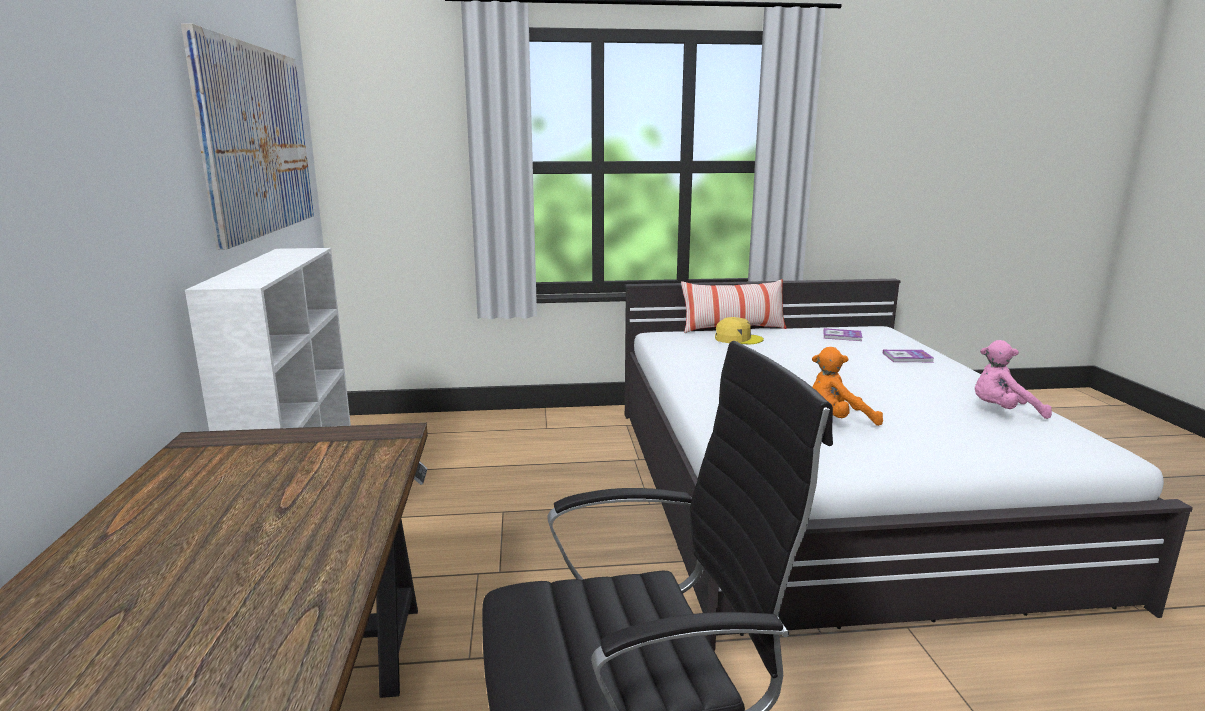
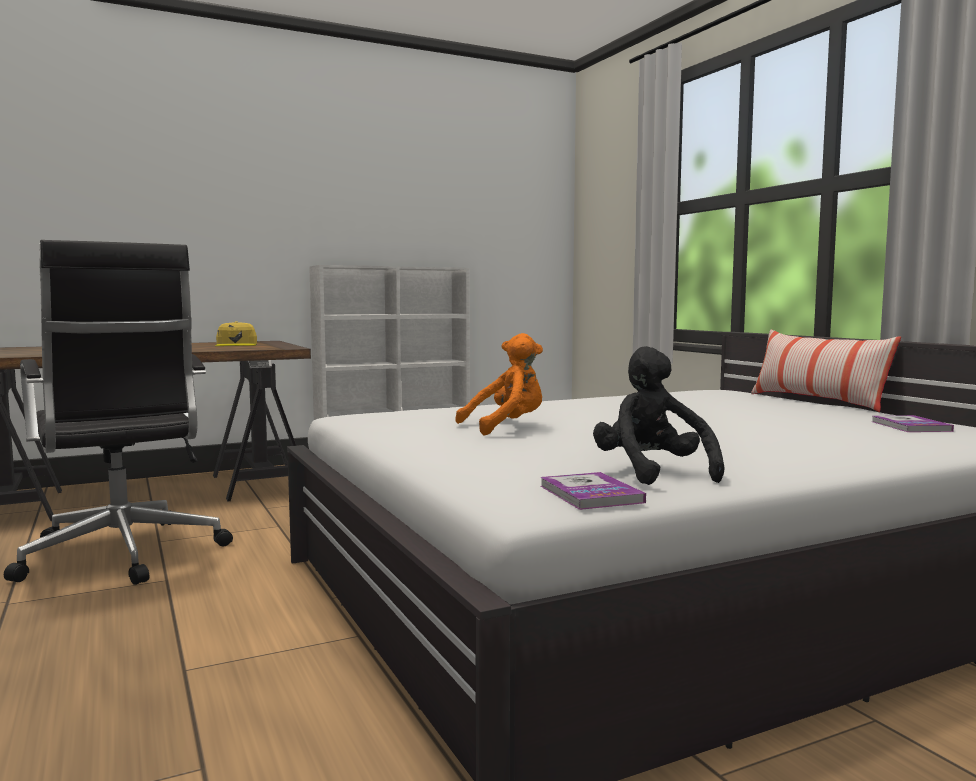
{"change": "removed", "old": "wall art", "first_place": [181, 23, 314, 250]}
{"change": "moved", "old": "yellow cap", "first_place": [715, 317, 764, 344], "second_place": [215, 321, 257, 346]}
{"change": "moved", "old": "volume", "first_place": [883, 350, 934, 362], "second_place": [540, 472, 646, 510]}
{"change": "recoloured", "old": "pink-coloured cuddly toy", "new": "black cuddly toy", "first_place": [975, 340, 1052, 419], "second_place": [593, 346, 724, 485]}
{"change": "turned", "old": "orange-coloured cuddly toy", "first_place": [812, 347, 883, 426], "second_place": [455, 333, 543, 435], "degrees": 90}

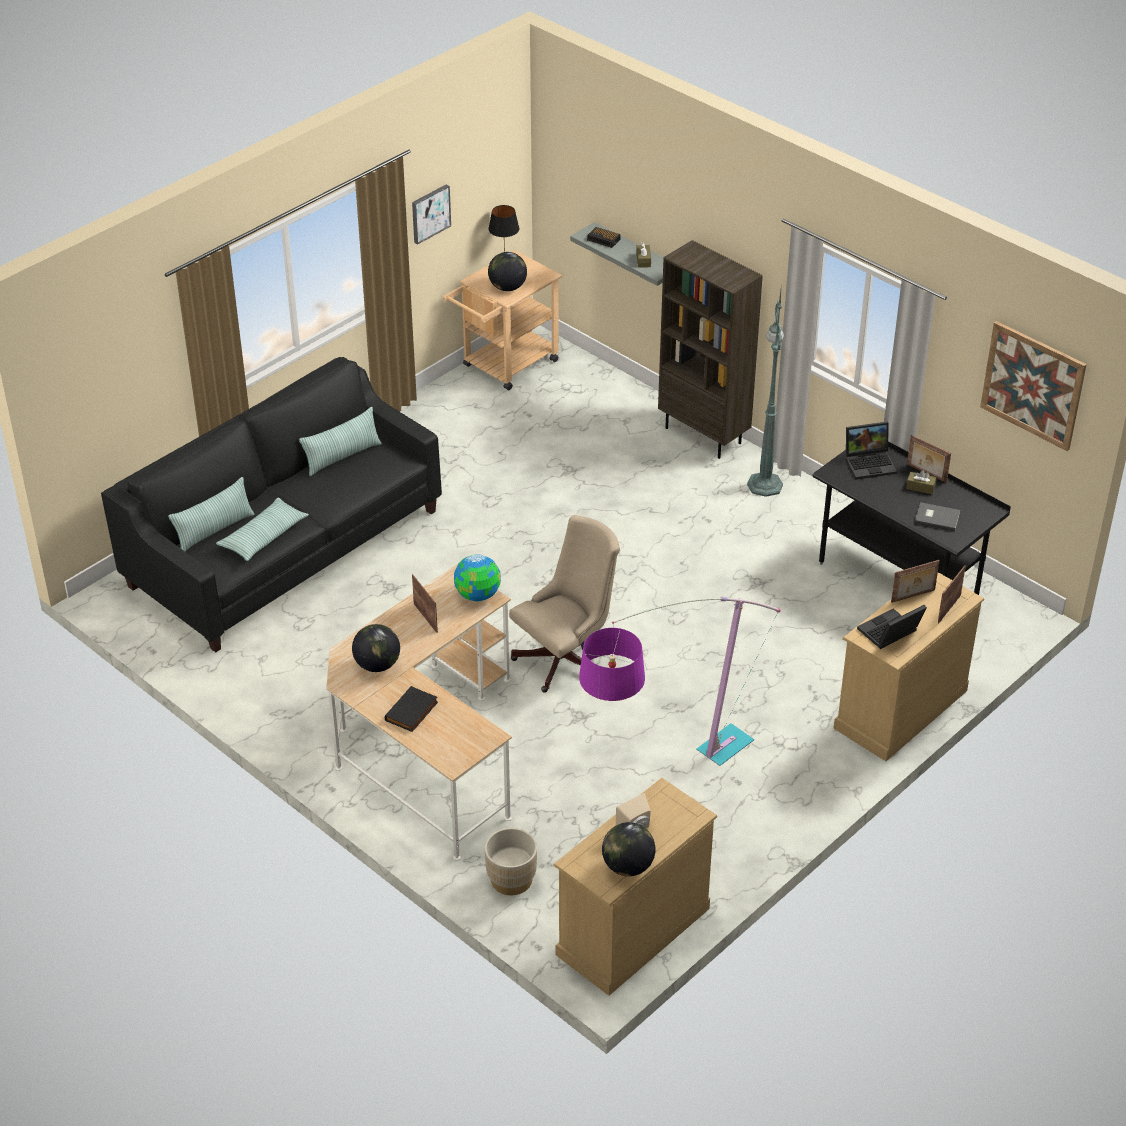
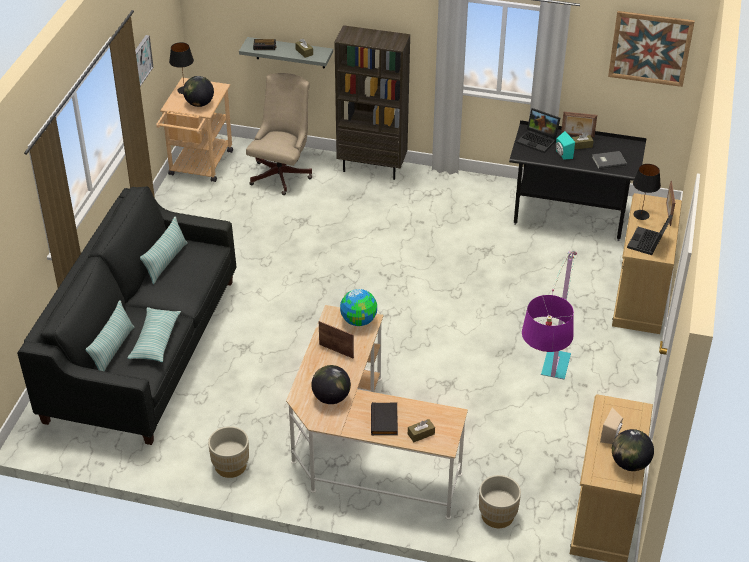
{"change": "removed", "old": "greenish standard lamp", "first_place": [747, 290, 784, 497]}
{"change": "added", "new": "sand-coloured flower pot", "second_place": [208, 426, 249, 478]}
{"change": "added", "new": "brown-coloured box of tissues", "second_place": [408, 419, 435, 442]}
{"change": "added", "new": "turquoise loudspeaker", "second_place": [556, 131, 575, 160]}
{"change": "moved", "old": "sand-coloured desk chair", "first_place": [509, 515, 620, 693], "second_place": [246, 73, 312, 195]}
{"change": "replaced", "old": "standing frame", "new": "black lamp for a table", "first_place": [891, 560, 940, 603], "second_place": [633, 164, 661, 220]}
{"change": "turned", "old": "portable computer", "first_place": [845, 422, 897, 479], "second_place": [517, 108, 560, 153], "degrees": 75}

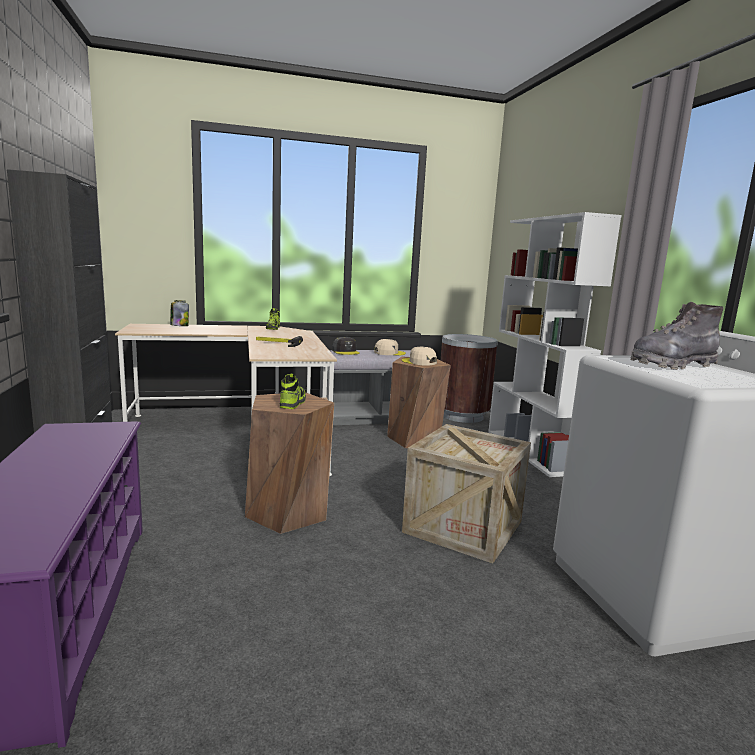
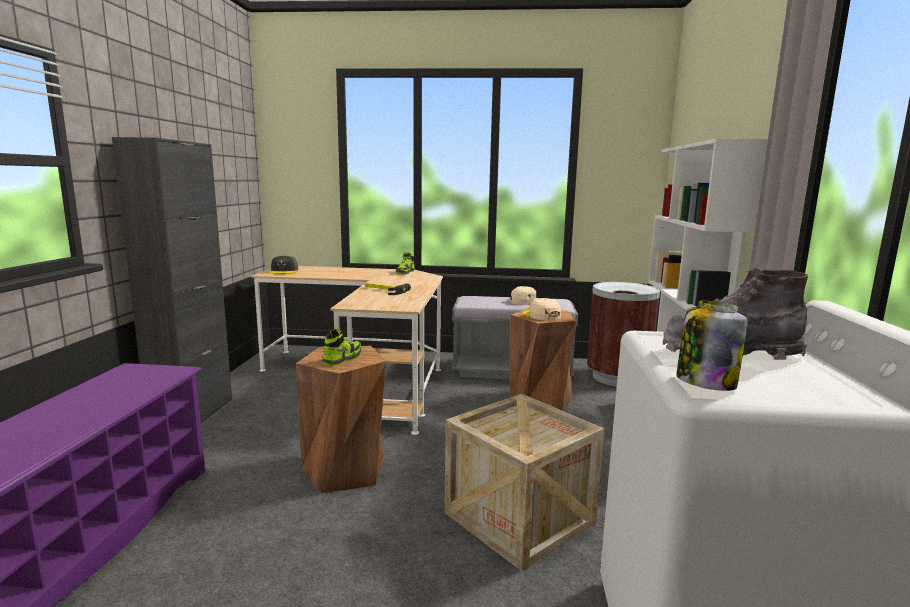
{"change": "moved", "old": "jar", "first_place": [170, 300, 189, 326], "second_place": [676, 300, 747, 391]}
{"change": "moved", "old": "greyish cap", "first_place": [332, 337, 360, 355], "second_place": [269, 255, 298, 274]}

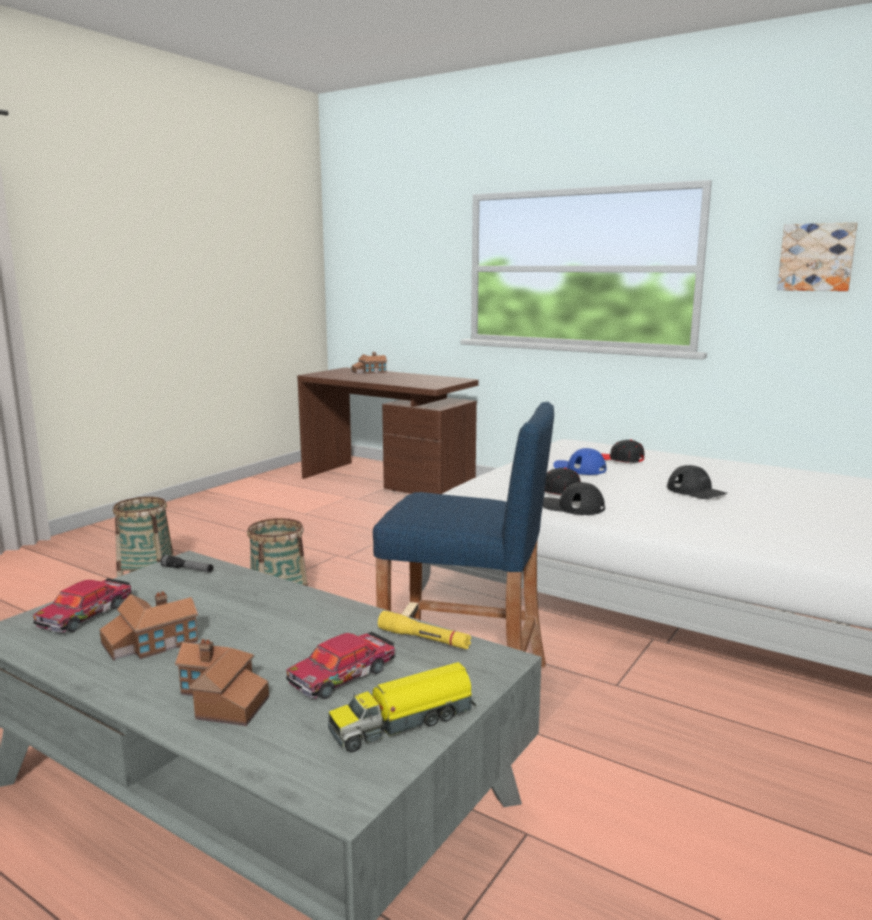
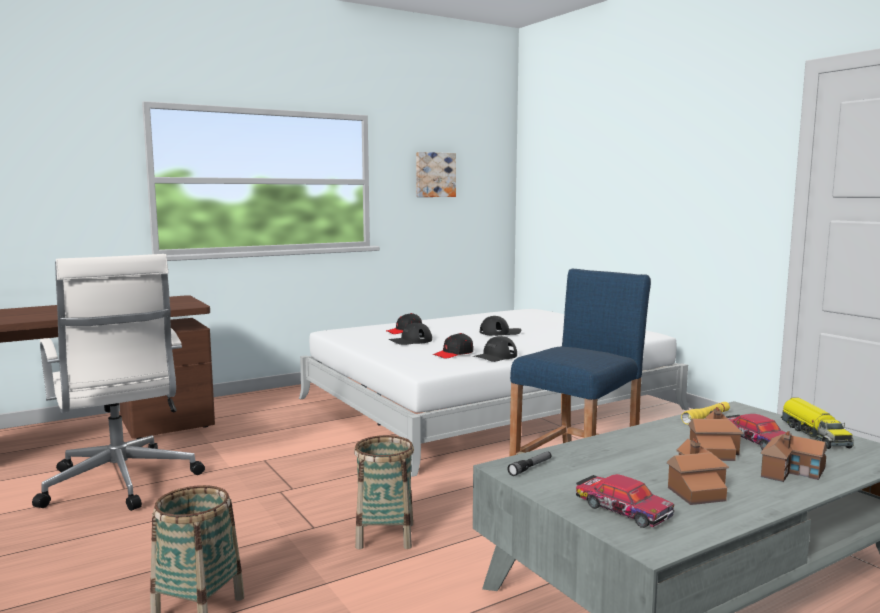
{"change": "added", "new": "white-coloured desk chair", "second_place": [32, 254, 205, 511]}
{"change": "moved", "old": "miniature house", "first_place": [351, 352, 387, 374], "second_place": [689, 407, 743, 461]}
{"change": "recoloured", "old": "blue cap", "new": "black cap", "first_place": [553, 448, 606, 475], "second_place": [389, 323, 432, 345]}

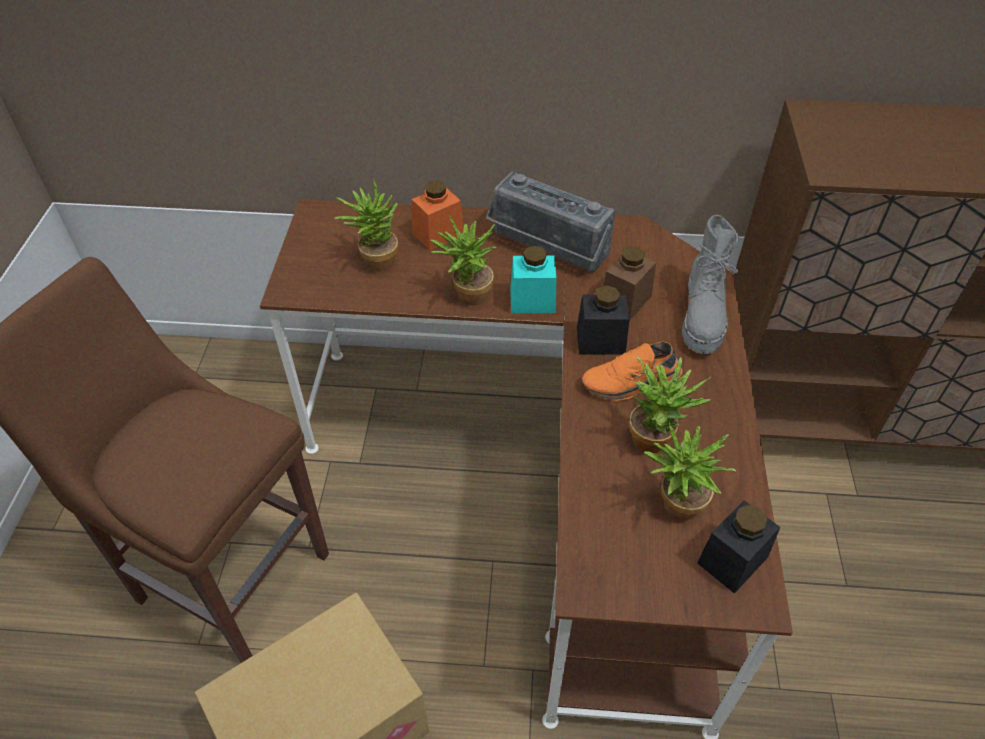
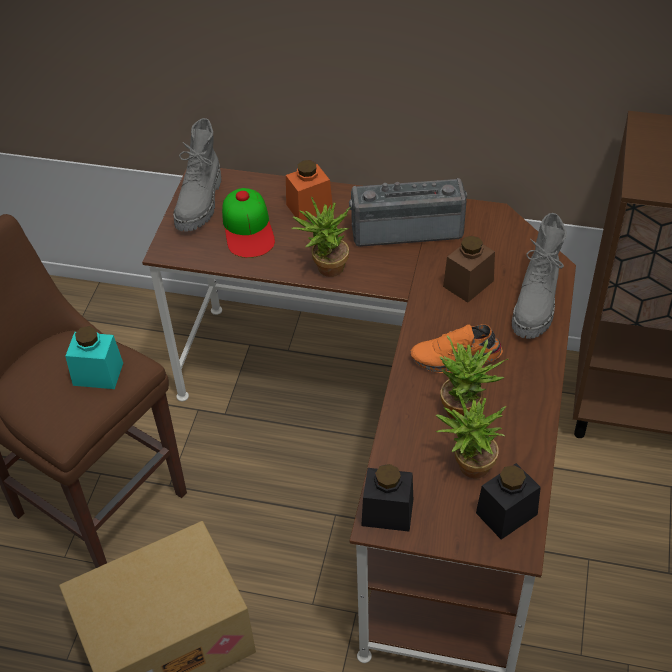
{"change": "added", "new": "greyish high-top boot", "second_place": [173, 118, 221, 232]}
{"change": "moved", "old": "turquoise jar", "first_place": [510, 246, 557, 313], "second_place": [65, 326, 123, 389]}
{"change": "moved", "old": "black jar", "first_place": [577, 285, 630, 355], "second_place": [361, 464, 413, 532]}
{"change": "replaced", "old": "plant in a pot", "new": "cap", "first_place": [334, 179, 398, 272], "second_place": [222, 188, 275, 258]}
{"change": "turned", "old": "radio set", "first_place": [486, 172, 615, 273], "second_place": [349, 178, 467, 247], "degrees": 135}

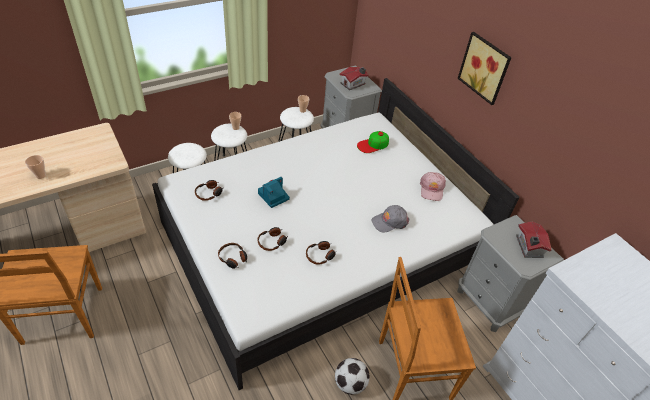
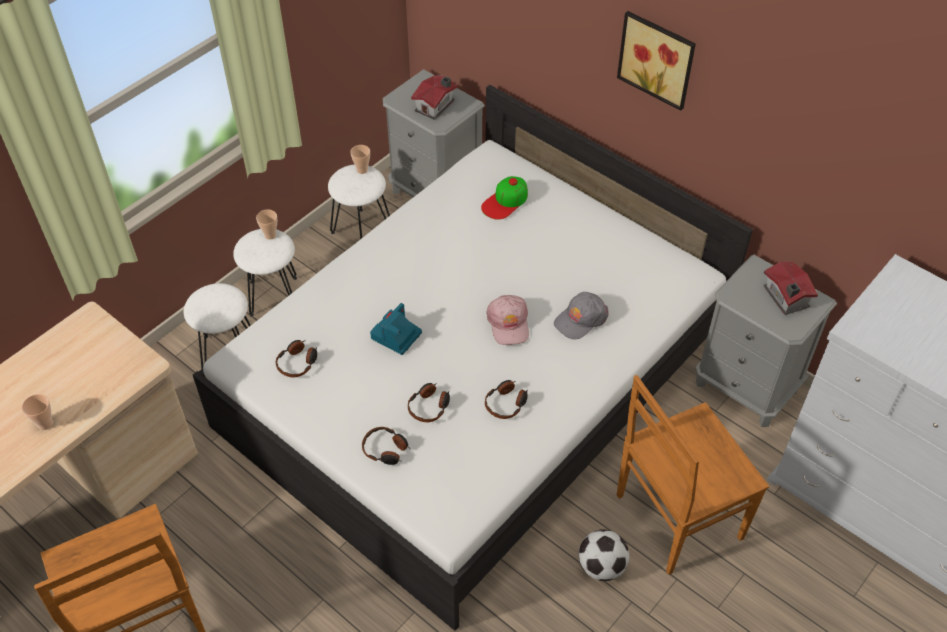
{"change": "moved", "old": "pink-coloured cap", "first_place": [420, 172, 446, 201], "second_place": [486, 295, 529, 345]}

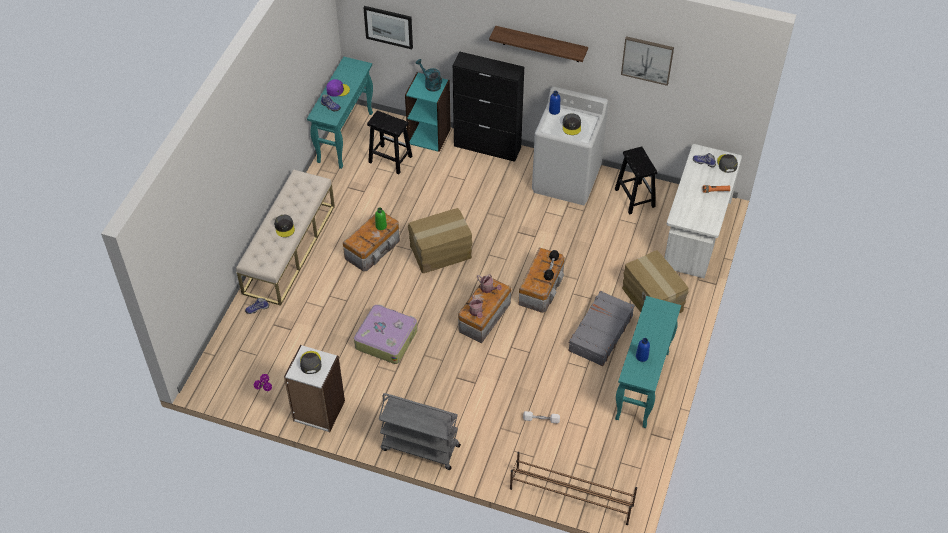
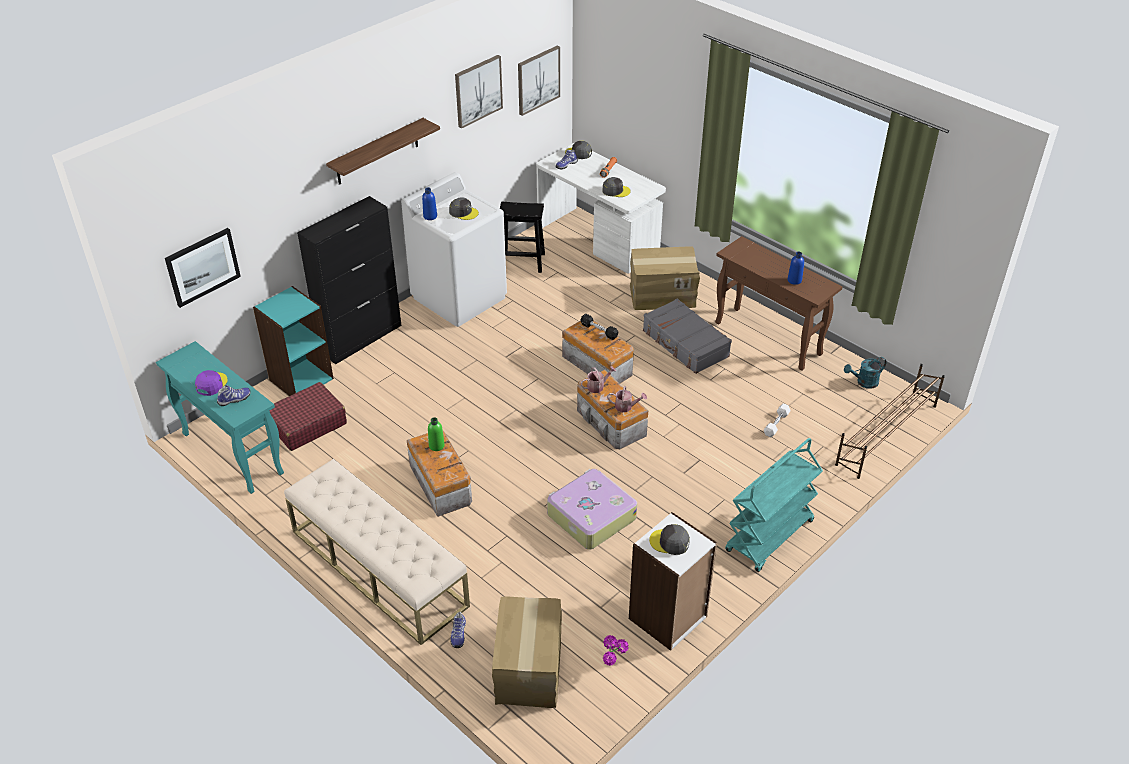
{"change": "added", "new": "wall art", "second_place": [518, 46, 560, 116]}
{"change": "moved", "old": "greyish cap", "first_place": [274, 215, 295, 237], "second_place": [602, 177, 631, 197]}
{"change": "moved", "old": "carton", "first_place": [408, 208, 473, 273], "second_place": [492, 596, 562, 708]}
{"change": "moved", "old": "turquoise watering pot", "first_place": [416, 59, 442, 92], "second_place": [844, 357, 887, 389]}
{"change": "replaced", "old": "black stool seat", "new": "red piece of luggage", "first_place": [367, 111, 412, 174], "second_place": [270, 382, 347, 451]}
{"change": "recoloured", "old": "greyish wheeled cart", "new": "turquoise wheeled cart", "first_place": [379, 393, 461, 470], "second_place": [725, 438, 823, 572]}
{"change": "recoloured", "old": "turquoise hall table", "new": "brown-coloured hall table", "first_place": [615, 296, 681, 428], "second_place": [715, 236, 842, 371]}

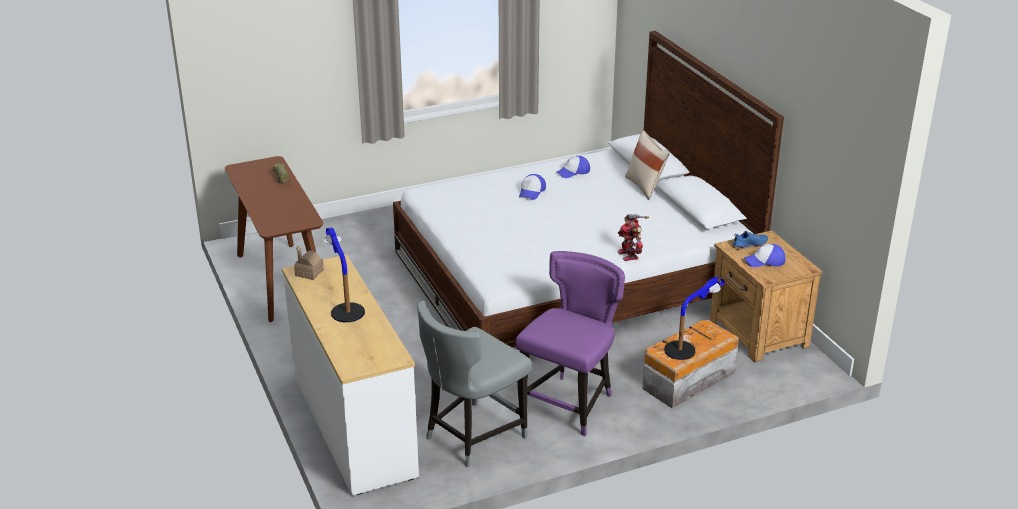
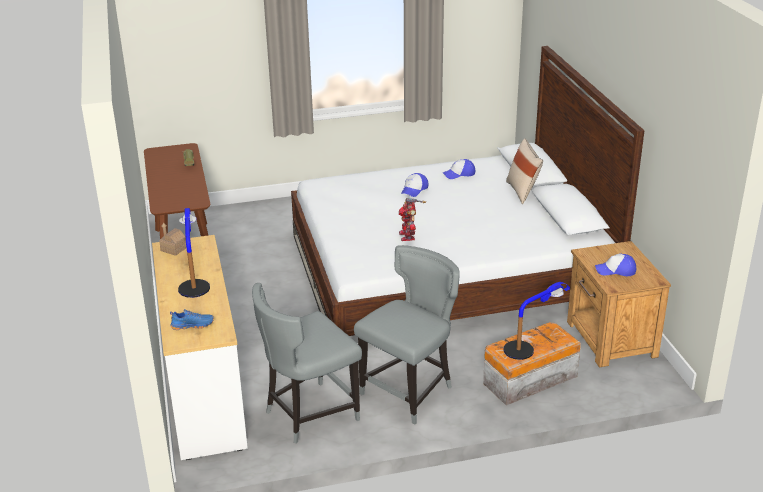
{"change": "moved", "old": "robot figure", "first_place": [618, 214, 649, 261], "second_place": [399, 198, 426, 241]}
{"change": "moved", "old": "blue item of footwear", "first_place": [732, 231, 768, 250], "second_place": [170, 309, 214, 330]}
{"change": "recoloured", "old": "purplish plain chair", "new": "greyish plain chair", "first_place": [516, 251, 625, 436], "second_place": [354, 245, 460, 425]}

